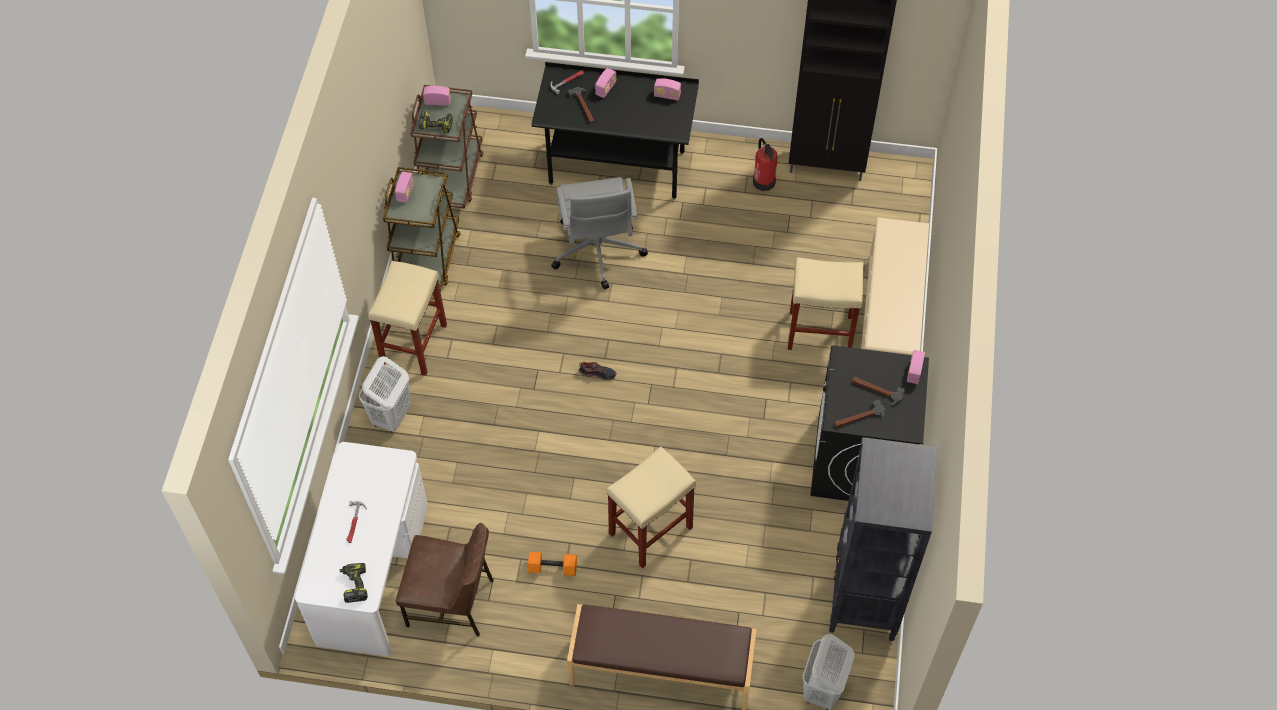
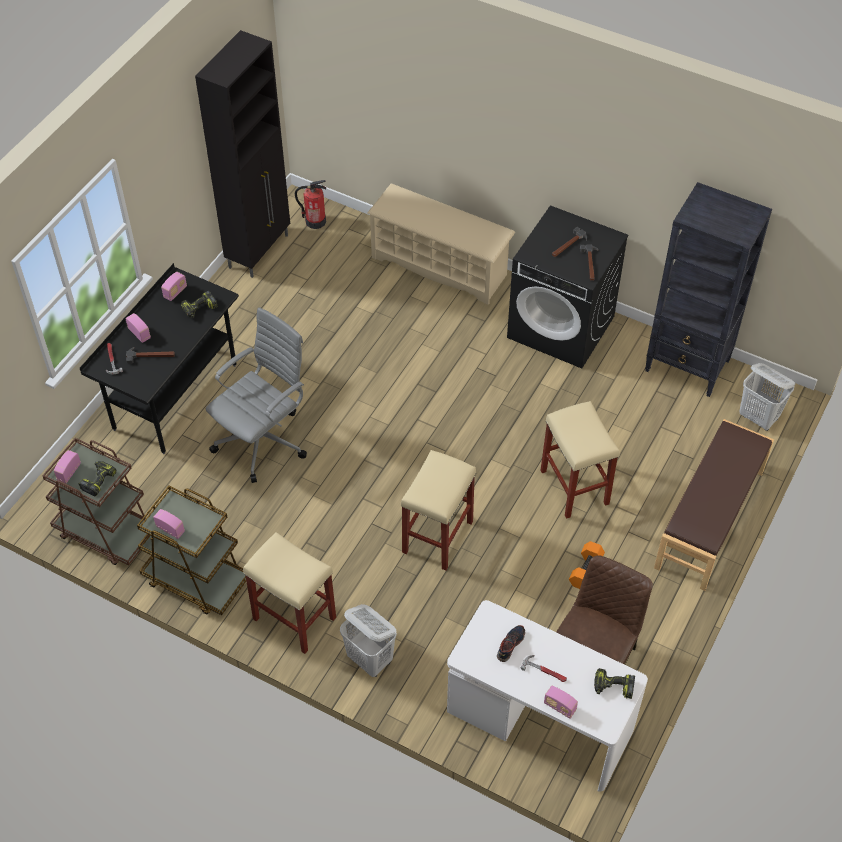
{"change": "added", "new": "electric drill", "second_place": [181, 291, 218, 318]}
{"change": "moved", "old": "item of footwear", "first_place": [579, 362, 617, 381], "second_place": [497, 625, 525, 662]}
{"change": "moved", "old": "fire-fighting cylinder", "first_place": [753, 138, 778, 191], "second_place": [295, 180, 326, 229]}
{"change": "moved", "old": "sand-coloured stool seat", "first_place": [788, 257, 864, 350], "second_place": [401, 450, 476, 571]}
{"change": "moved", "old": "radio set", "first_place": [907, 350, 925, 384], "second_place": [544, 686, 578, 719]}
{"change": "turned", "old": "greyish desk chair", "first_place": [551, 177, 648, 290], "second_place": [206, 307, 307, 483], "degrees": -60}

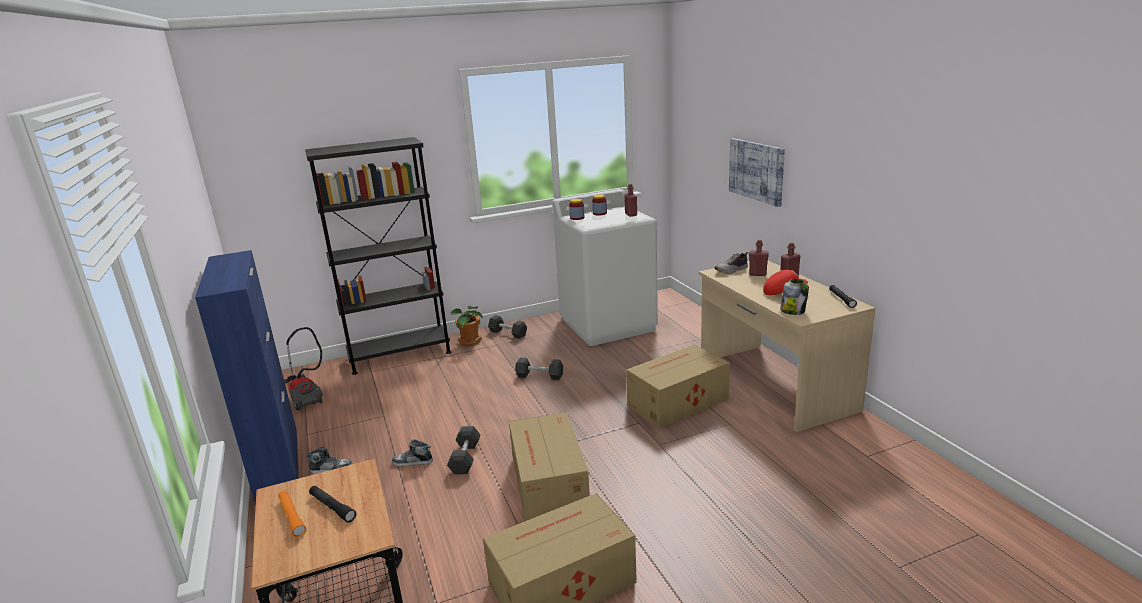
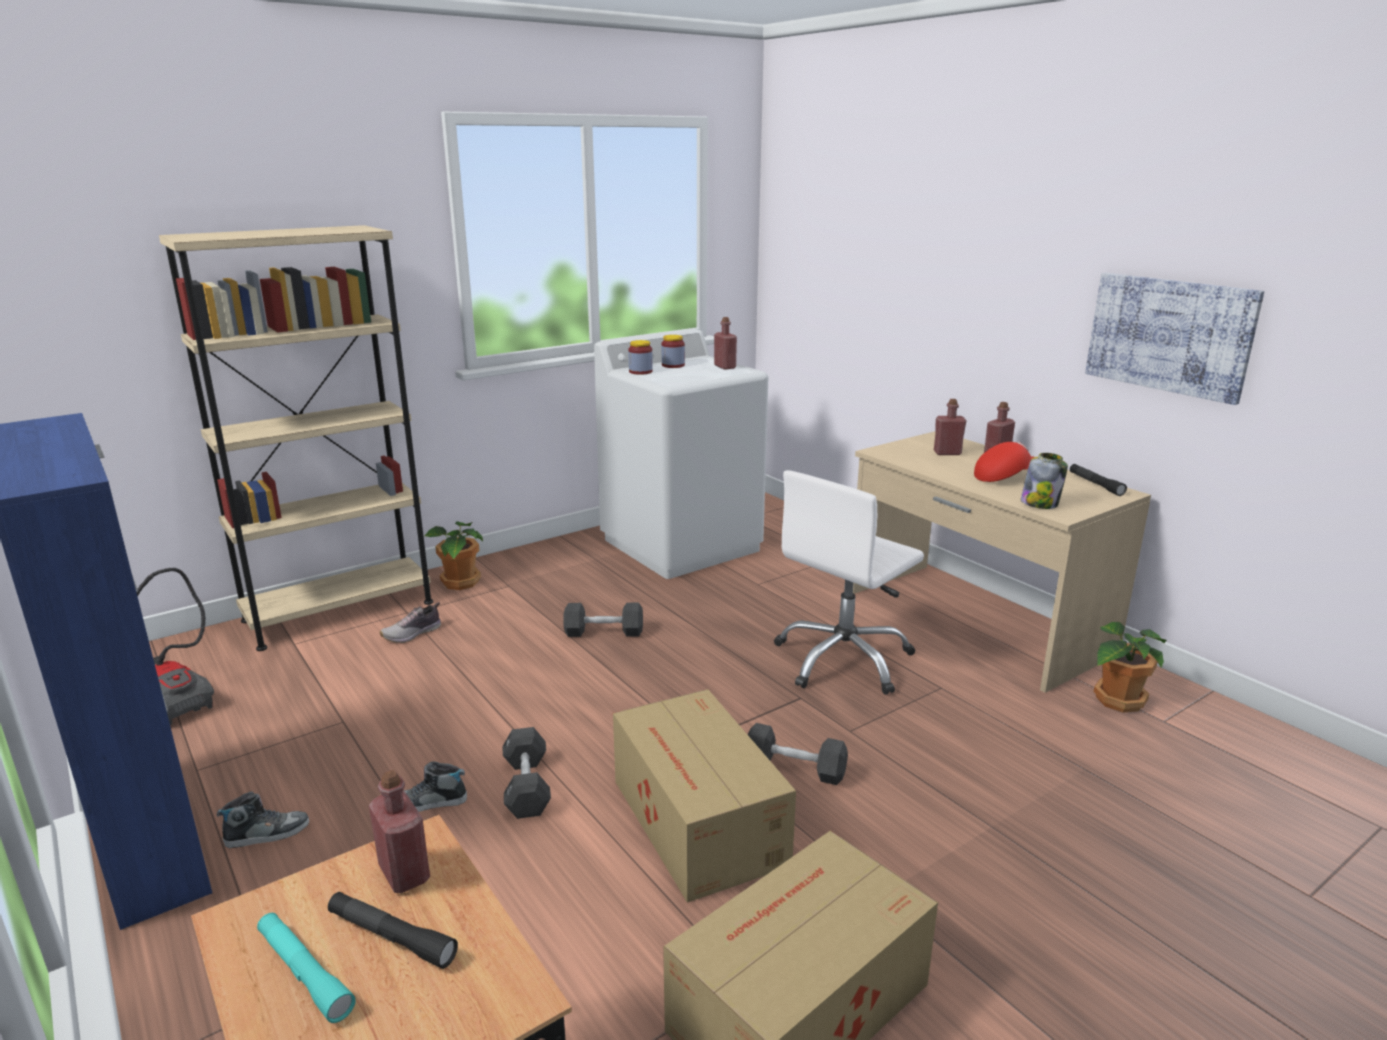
{"change": "added", "new": "red bottle", "second_place": [369, 770, 430, 893]}
{"change": "added", "new": "plant in a pot", "second_place": [1094, 622, 1167, 712]}
{"change": "moved", "old": "black free weight", "first_place": [488, 315, 527, 339], "second_place": [747, 723, 848, 785]}
{"change": "moved", "old": "item of footwear", "first_place": [714, 252, 748, 274], "second_place": [380, 602, 441, 643]}
{"change": "moved", "old": "wall art", "first_place": [729, 138, 785, 207], "second_place": [1085, 273, 1264, 405]}
{"change": "replaced", "old": "carton", "new": "white-coloured desk chair", "first_place": [626, 345, 730, 428], "second_place": [774, 470, 924, 695]}
{"change": "recoloured", "old": "orange-coloured hand torch", "new": "turquoise hand torch", "first_place": [278, 491, 307, 537], "second_place": [257, 913, 356, 1023]}
{"change": "recoloured", "old": "black shelving unit", "new": "sand-coloured shelving unit", "first_place": [305, 137, 451, 375], "second_place": [159, 225, 433, 651]}

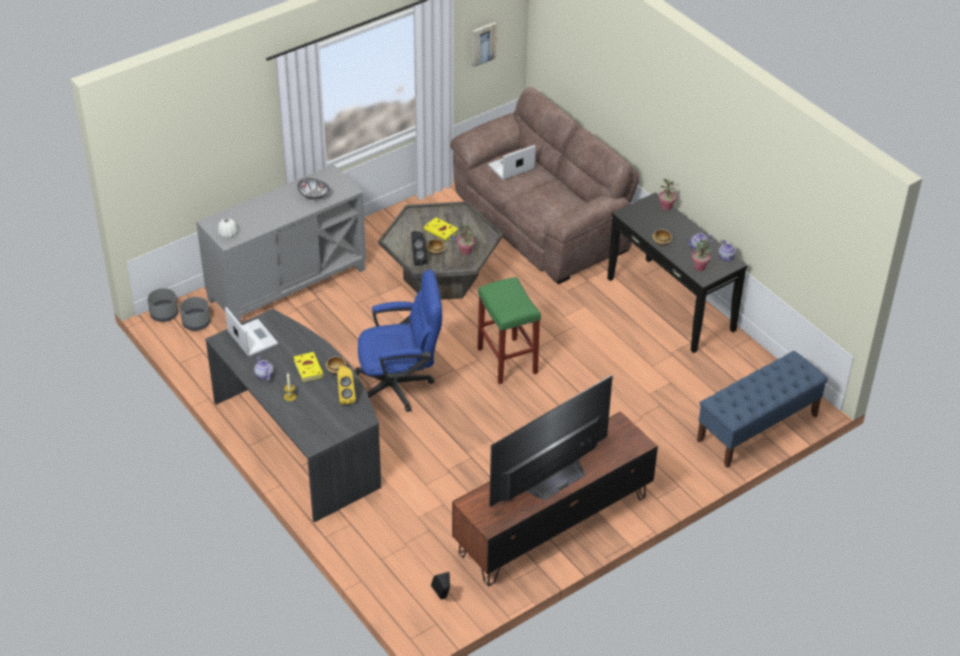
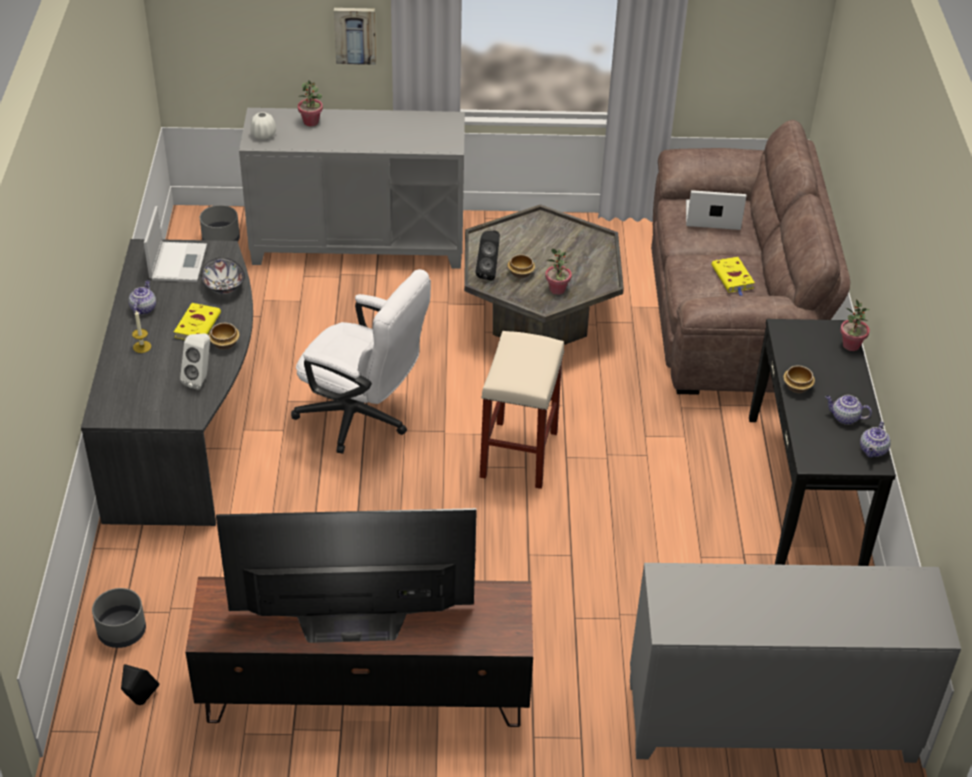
{"change": "moved", "old": "greyish flower pot", "first_place": [147, 288, 178, 322], "second_place": [92, 588, 146, 648]}
{"change": "moved", "old": "serving bowl", "first_place": [297, 178, 330, 200], "second_place": [201, 257, 245, 294]}
{"change": "moved", "old": "yellow volume", "first_place": [424, 217, 458, 241], "second_place": [712, 257, 755, 296]}
{"change": "moved", "old": "wall art", "first_place": [472, 22, 497, 67], "second_place": [334, 8, 376, 65]}
{"change": "moved", "old": "plant in a pot", "first_place": [692, 239, 711, 271], "second_place": [298, 80, 323, 127]}
{"change": "replaced", "old": "blue indoor bench", "new": "greyish cupboard", "first_place": [697, 351, 828, 468], "second_place": [630, 563, 961, 763]}
{"change": "recoloured", "old": "yellow loudspeaker", "new": "white-coloured loudspeaker", "first_place": [337, 366, 356, 405], "second_place": [180, 333, 210, 390]}
{"change": "recoloured", "old": "blue desk chair", "new": "white-coloured desk chair", "first_place": [355, 270, 442, 412], "second_place": [291, 269, 431, 454]}
{"change": "recoloured", "old": "greenish stool seat", "new": "sand-coloured stool seat", "first_place": [478, 277, 541, 384], "second_place": [480, 331, 564, 489]}

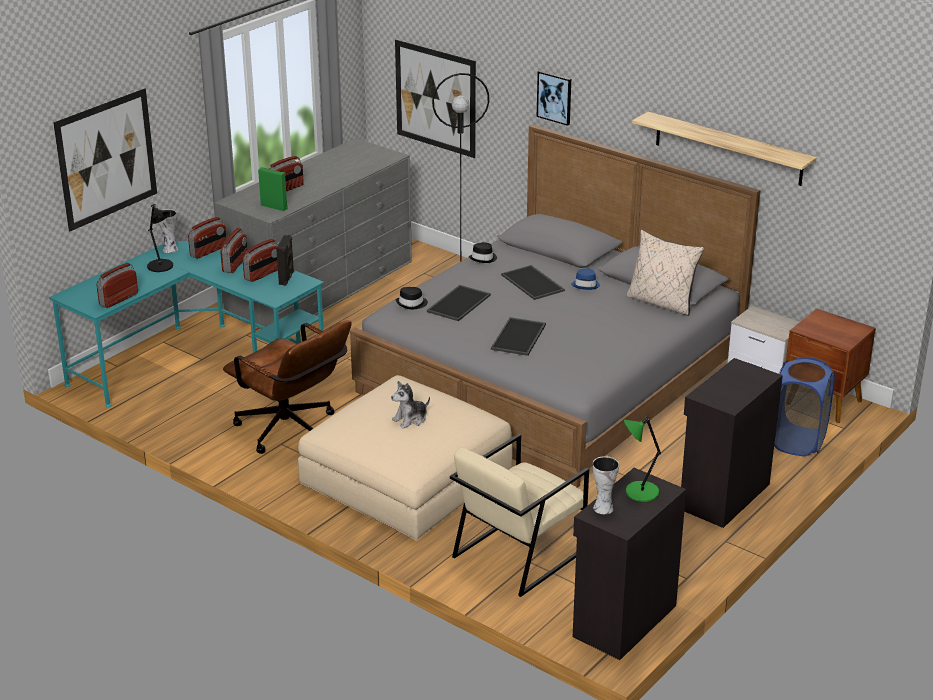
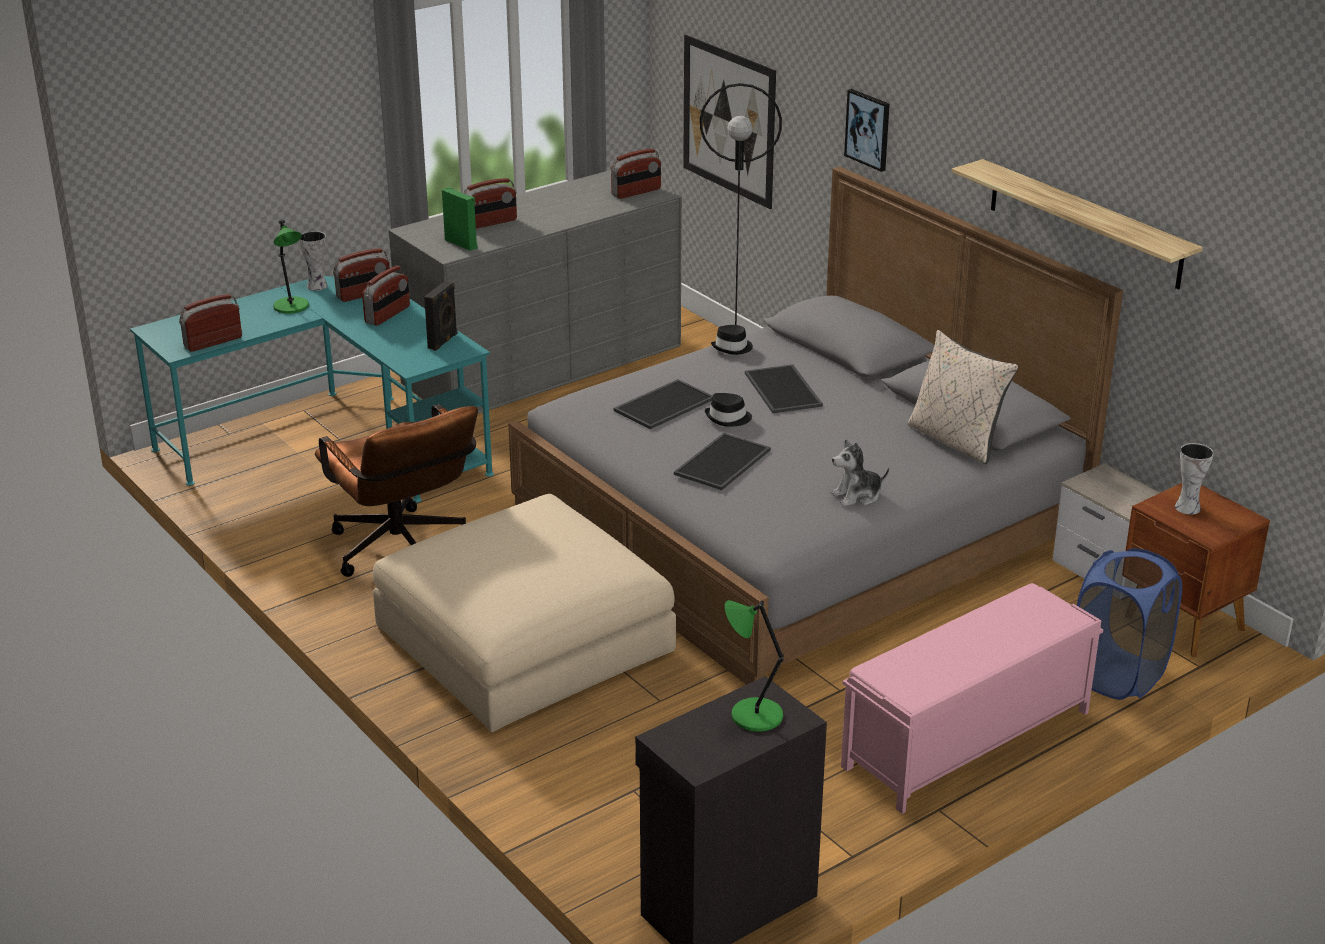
{"change": "removed", "old": "wall art", "first_place": [53, 88, 157, 231]}
{"change": "removed", "old": "sand-coloured armchair", "first_place": [450, 434, 589, 597]}
{"change": "removed", "old": "blue clothing hat", "first_place": [571, 268, 600, 290]}
{"change": "moved", "old": "radio set", "first_place": [243, 239, 278, 282], "second_place": [611, 149, 661, 199]}
{"change": "moved", "old": "cuddly toy", "first_place": [391, 381, 430, 429], "second_place": [831, 439, 889, 507]}
{"change": "moved", "old": "black clothing hat", "first_place": [396, 287, 428, 309], "second_place": [705, 393, 752, 426]}
{"change": "moved", "old": "decorative vase", "first_place": [593, 456, 619, 514], "second_place": [1175, 443, 1214, 515]}
{"change": "replaced", "old": "black cupboard", "new": "pink-coloured indoor bench", "first_place": [681, 358, 783, 528], "second_place": [841, 583, 1103, 814]}
{"change": "recoloured", "old": "black lamp for a table", "new": "greenish lamp for a table", "first_place": [147, 204, 173, 272], "second_place": [273, 220, 309, 314]}

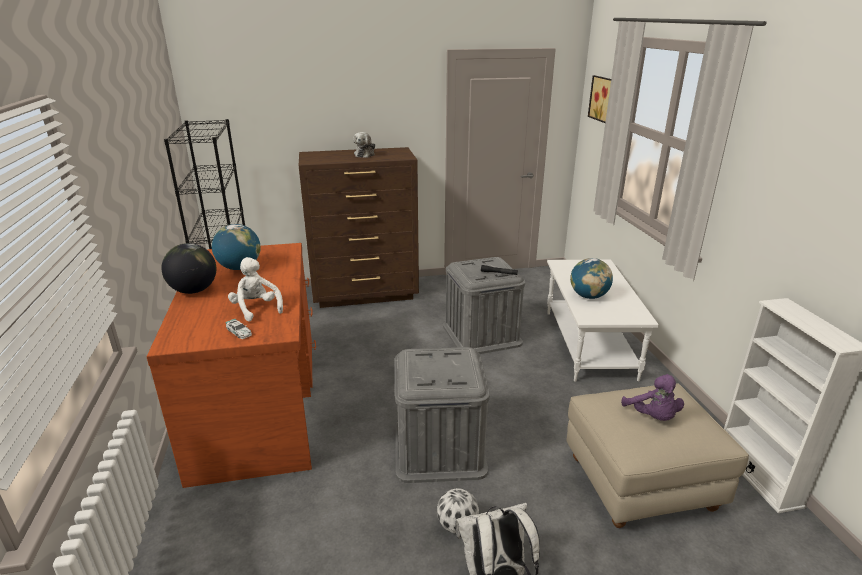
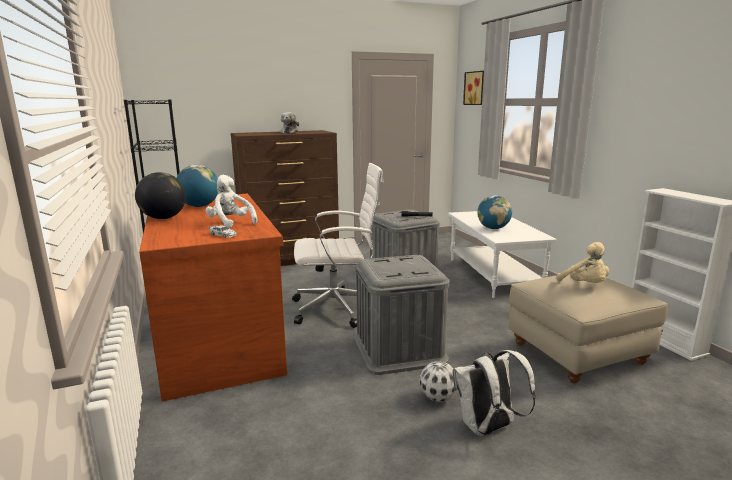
{"change": "added", "new": "white-coloured desk chair", "second_place": [292, 163, 383, 328]}
{"change": "recoloured", "old": "purplish cuddly toy", "new": "sand-coloured cuddly toy", "first_place": [621, 374, 684, 421], "second_place": [557, 242, 609, 283]}

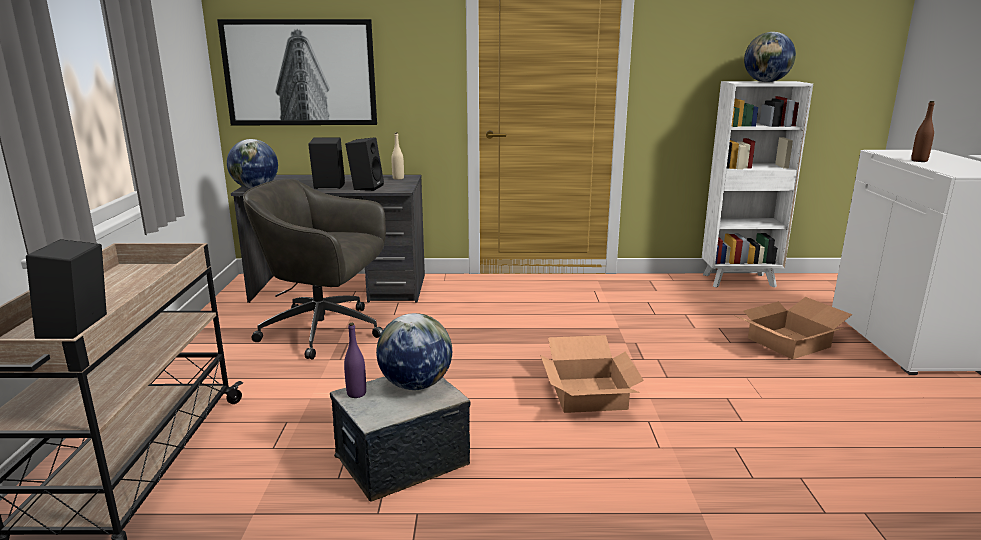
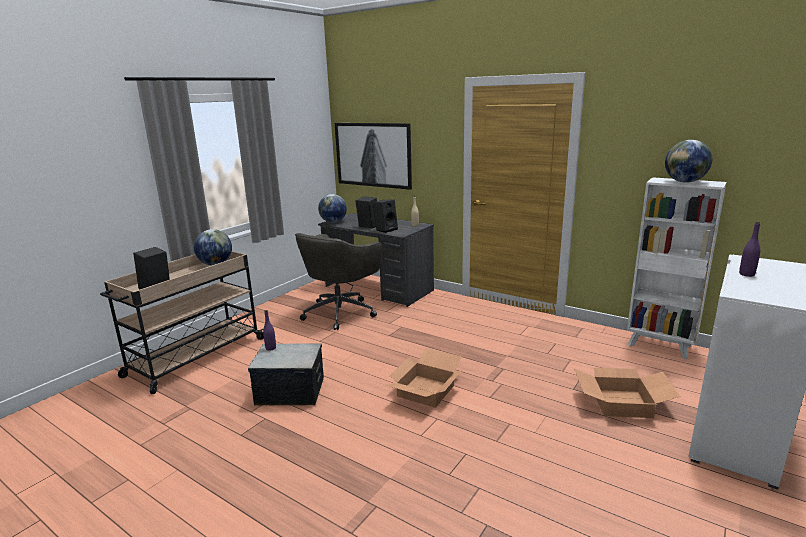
{"change": "moved", "old": "globe", "first_place": [376, 313, 452, 390], "second_place": [194, 229, 232, 265]}
{"change": "recoloured", "old": "brown-coloured bottle", "new": "purplish bottle", "first_place": [911, 101, 935, 162], "second_place": [739, 222, 760, 277]}
{"change": "turned", "old": "greyish desk chair", "first_place": [243, 179, 386, 360], "second_place": [295, 233, 383, 330], "degrees": -105}

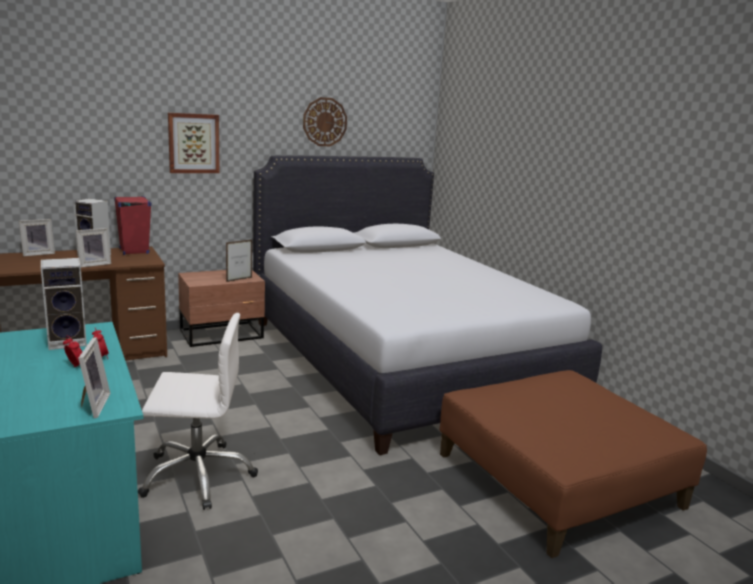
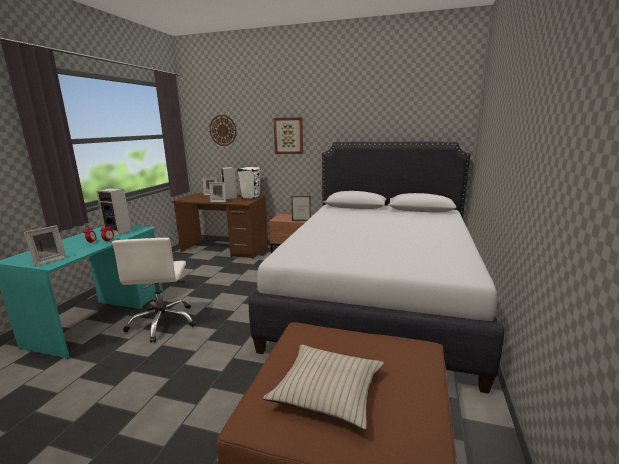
{"change": "added", "new": "sand-coloured cushion", "second_place": [263, 345, 384, 430]}
{"change": "moved", "old": "wall clock", "first_place": [303, 97, 347, 146], "second_place": [209, 115, 237, 146]}
{"change": "recoloured", "old": "red loudspeaker", "new": "white-coloured loudspeaker", "first_place": [114, 196, 152, 255], "second_place": [238, 167, 261, 199]}
{"change": "turned", "old": "white-coloured desk chair", "first_place": [138, 313, 258, 510], "second_place": [112, 238, 196, 343], "degrees": 45}

